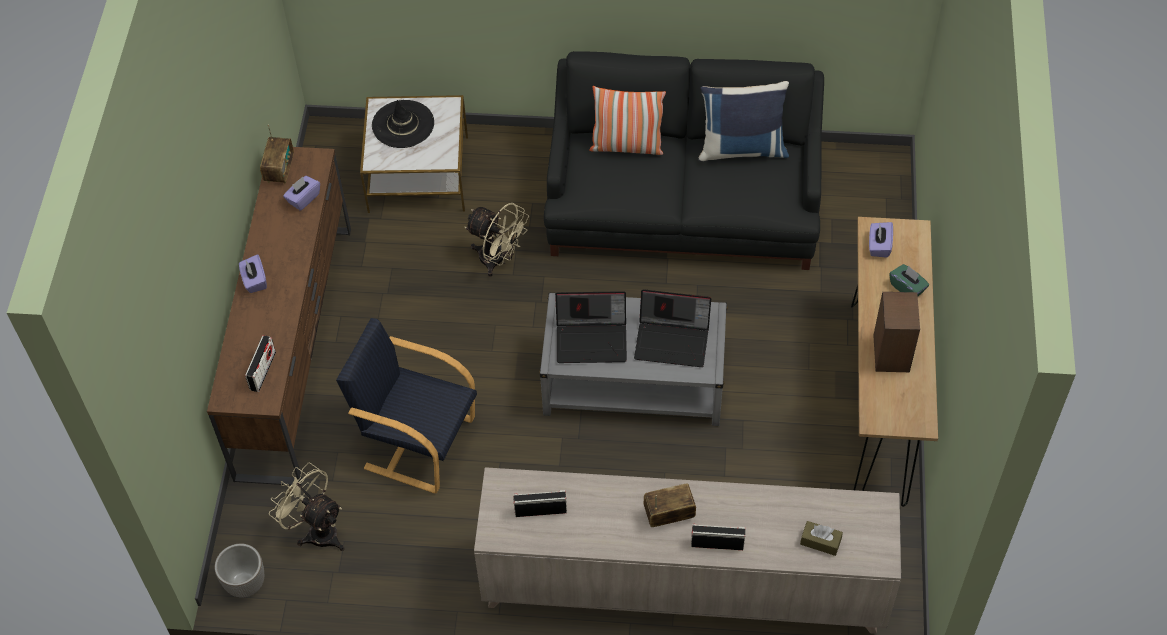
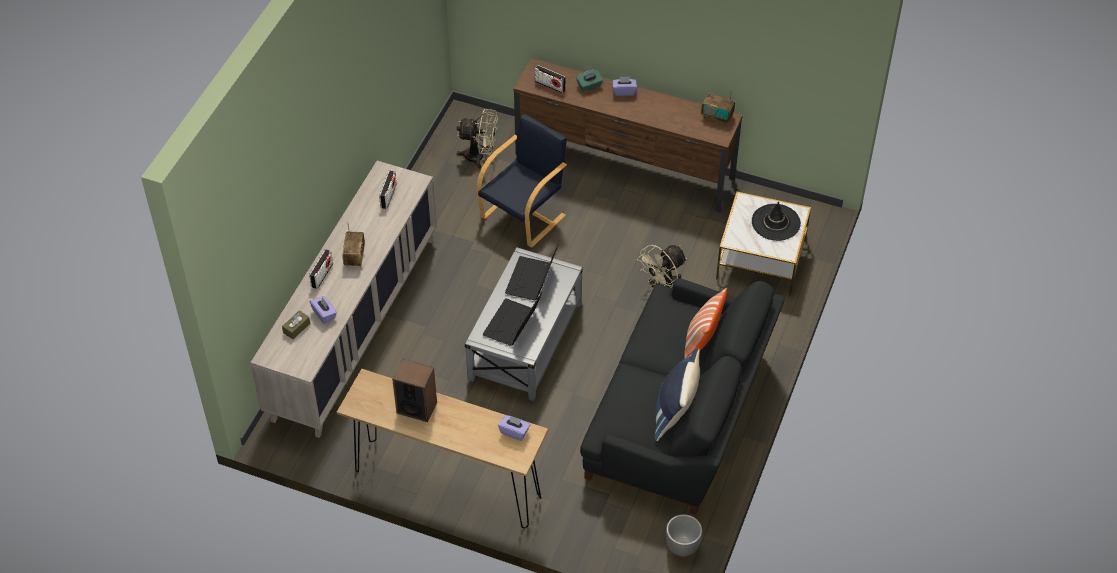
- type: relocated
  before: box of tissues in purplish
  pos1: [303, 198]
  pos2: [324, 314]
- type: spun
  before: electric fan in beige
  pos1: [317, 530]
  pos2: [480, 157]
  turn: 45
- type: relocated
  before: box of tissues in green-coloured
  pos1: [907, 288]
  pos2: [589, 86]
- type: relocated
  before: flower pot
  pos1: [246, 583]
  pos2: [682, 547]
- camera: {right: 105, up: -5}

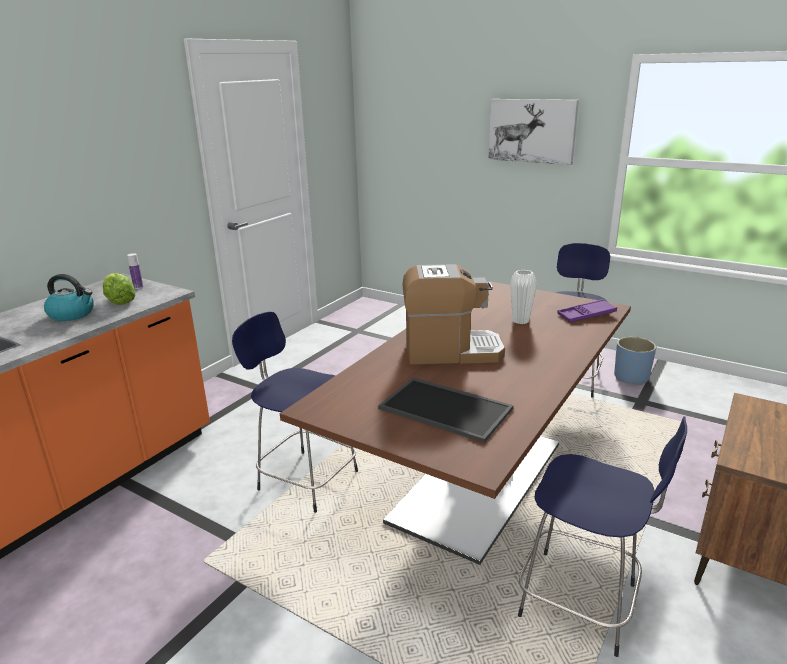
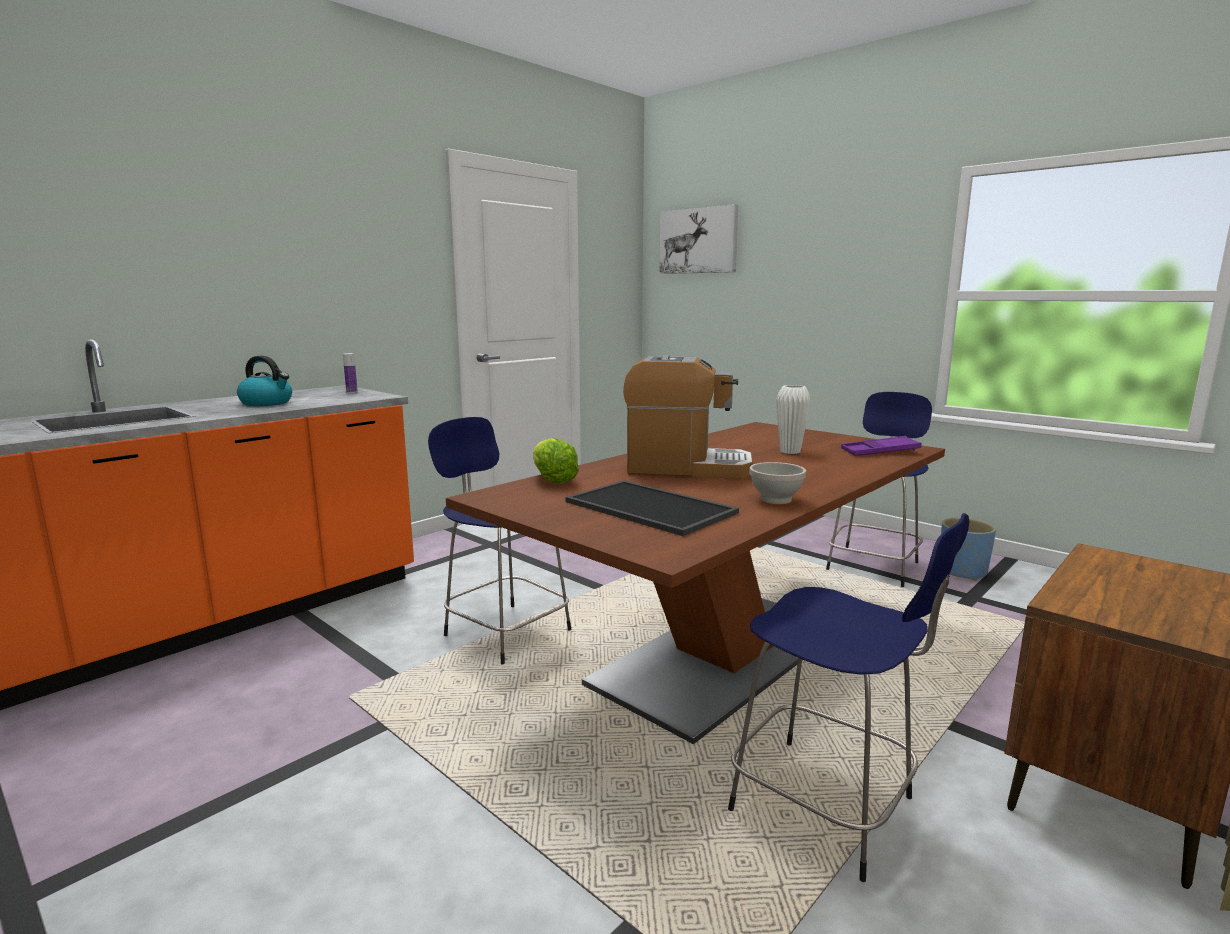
- type: relocated
  before: lettuce
  pos1: [119, 301]
  pos2: [553, 480]
- type: relocated
  before: wall picture
  pos1: [532, 130]
  pos2: [698, 241]
- type: appeared
  after: bowl in white
  pos2: [774, 499]
- camera: {right: 10, up: -10}

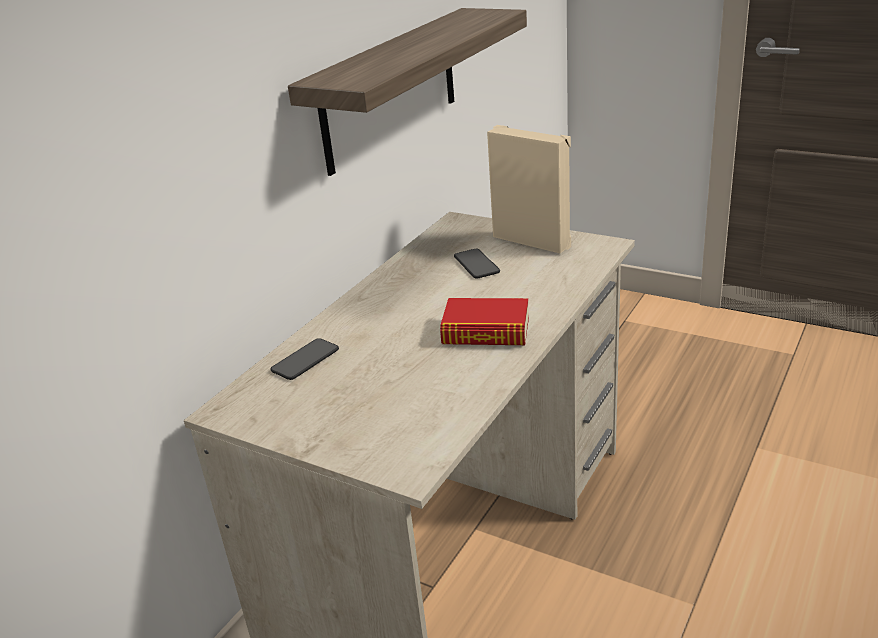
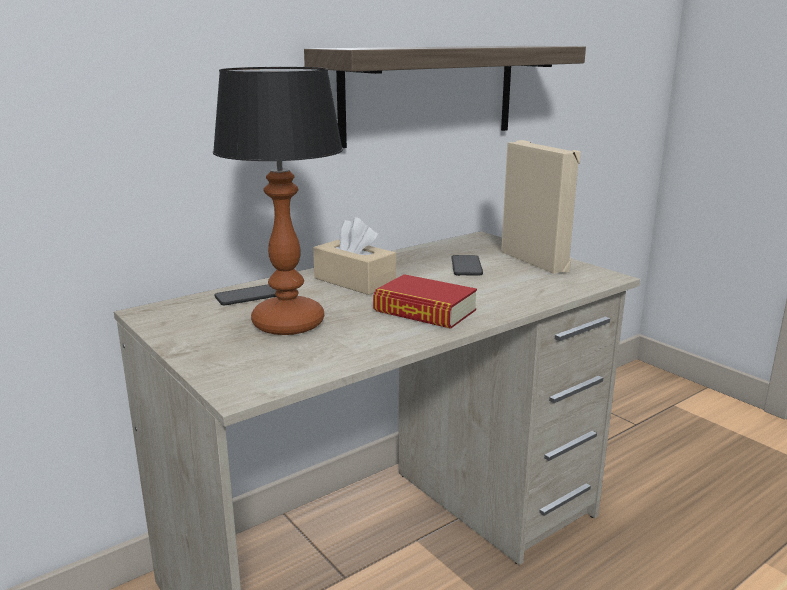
- type: appeared
  after: lamp for a table
  pos2: [287, 324]
- type: appeared
  after: box of tissues in beige
  pos2: [354, 281]
- camera: {right: 20, up: -10}

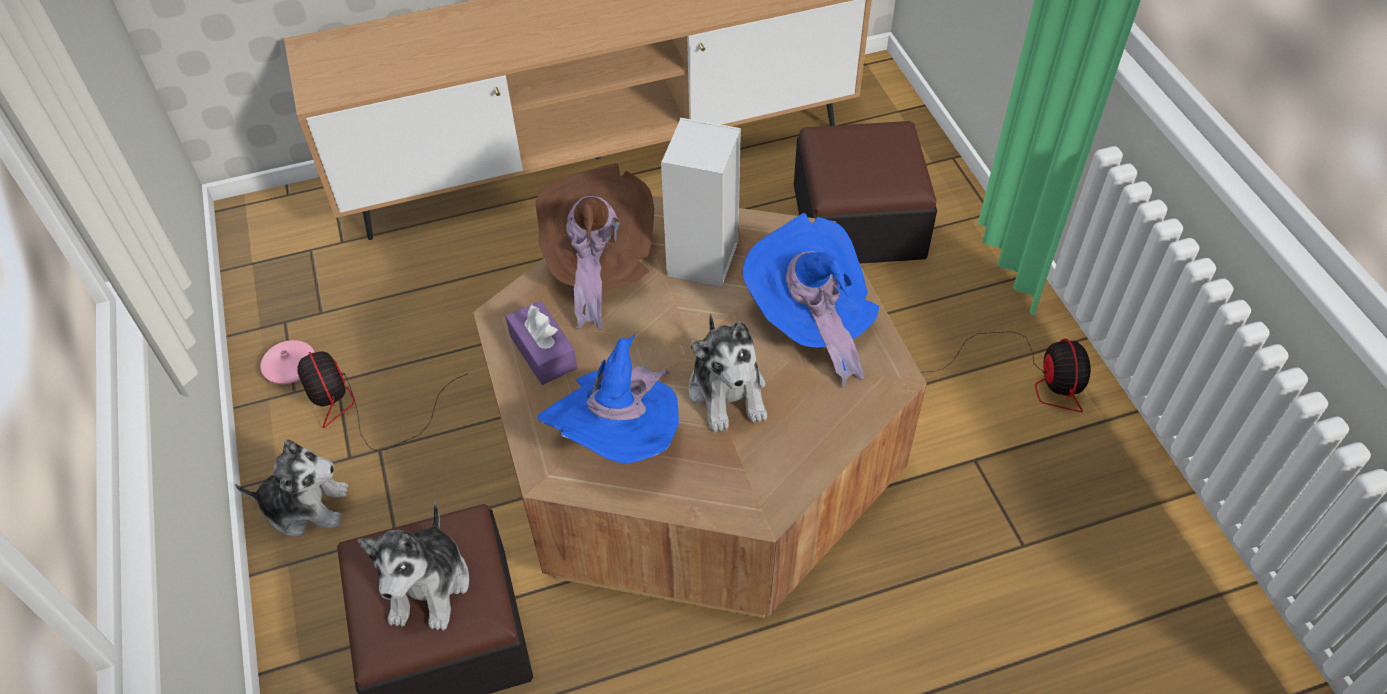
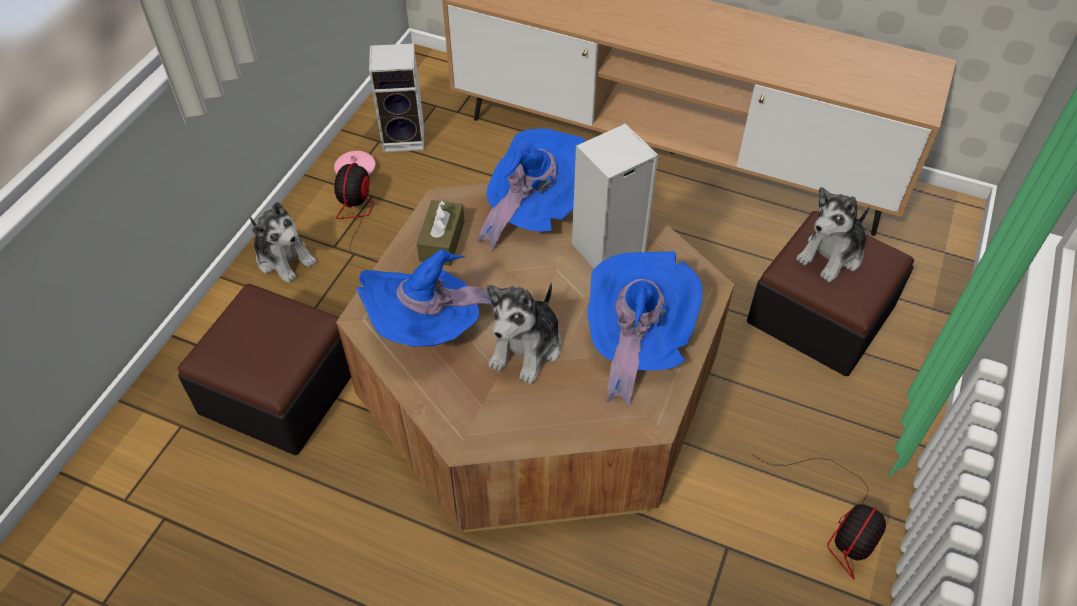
- type: appeared
  after: audio speaker
  pos2: [405, 137]
- type: colour
  before: box of tissues in purplish
  after: box of tissues in brown-coloured
  pos1: [543, 352]
  pos2: [442, 241]
- type: colour
  before: clothing hat in brown-coloured
  after: clothing hat in bluish
  pos1: [597, 266]
  pos2: [534, 209]
- type: relocated
  before: soft toy
  pos1: [429, 586]
  pos2: [832, 255]
- camera: {right: 40, up: 0}

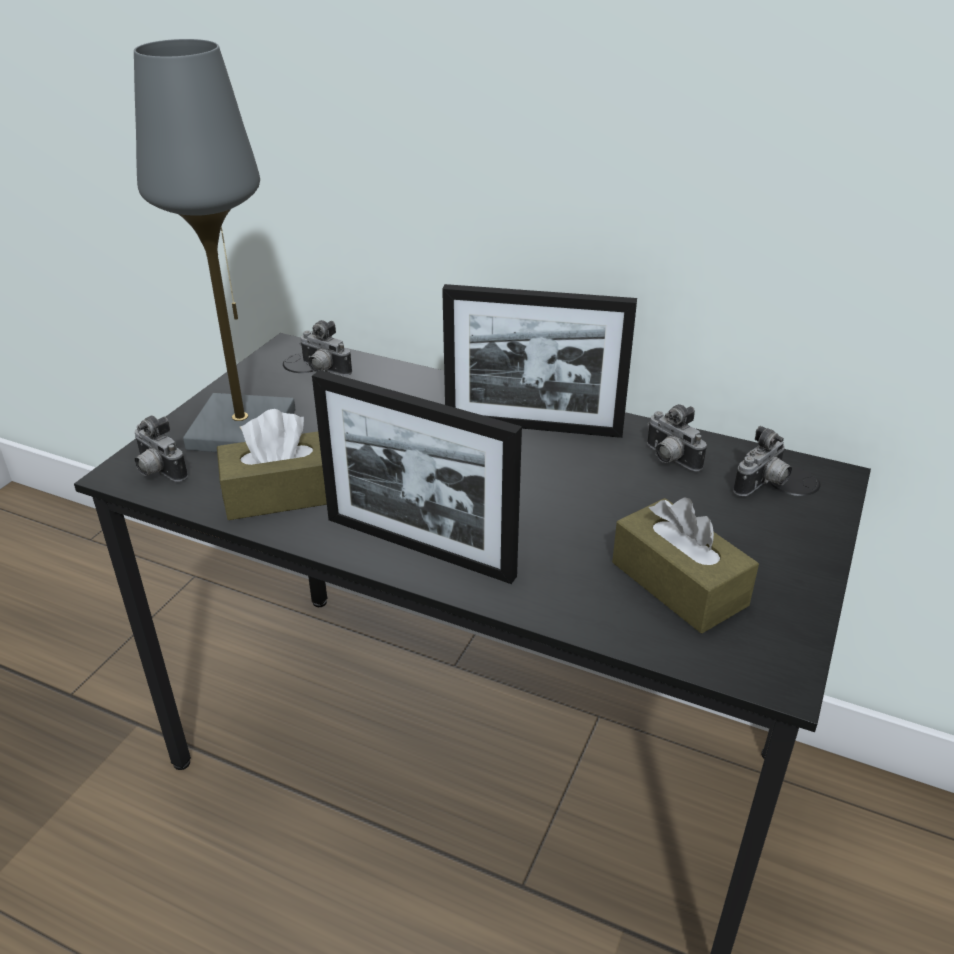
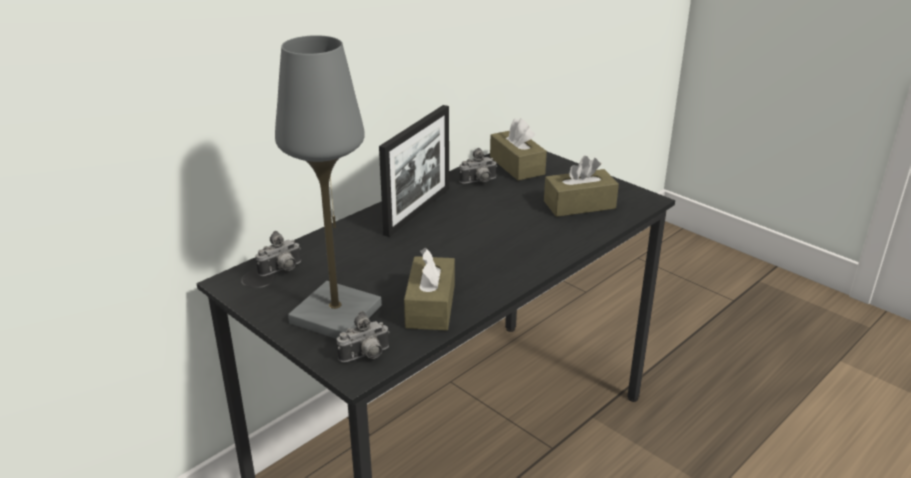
- type: exchanged
  before: photo camera
  after: box of tissues in brown-coloured
  pos1: [762, 485]
  pos2: [517, 166]
- type: missing
  before: picture frame
  pos1: [419, 547]
- camera: {right: -70, up: -5}

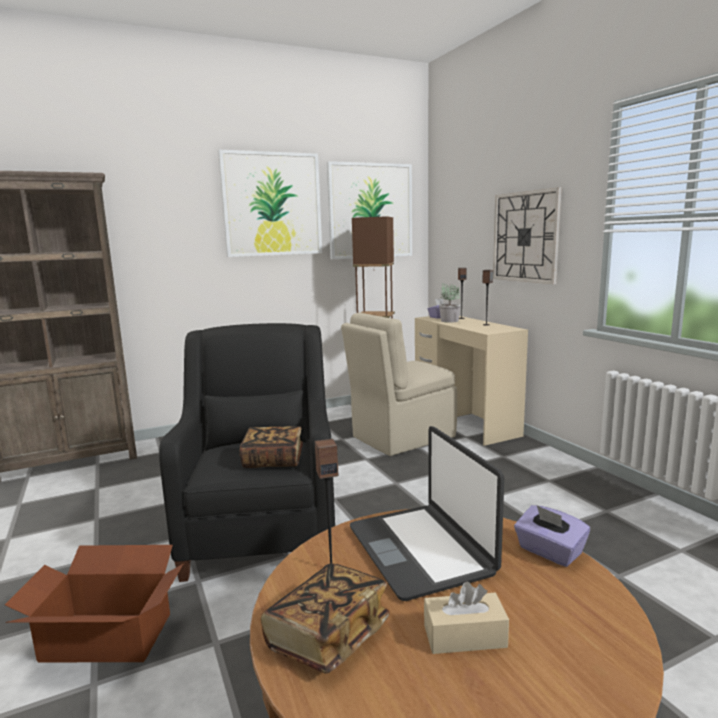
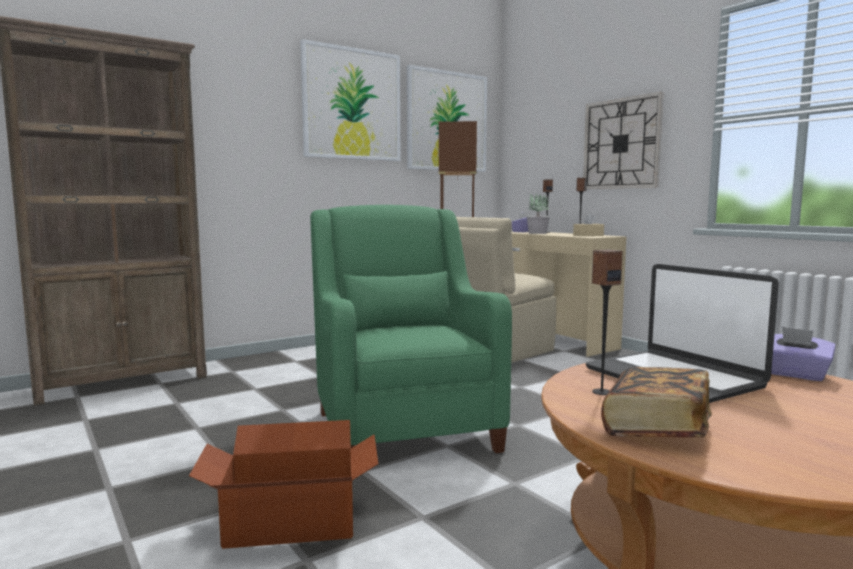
- type: colour
  before: easy chair in black-coloured
  after: easy chair in green-coloured
  pos1: [263, 528]
  pos2: [402, 426]
- type: relocated
  before: box of tissues in beige
  pos1: [464, 636]
  pos2: [588, 235]
- type: missing
  before: book
  pos1: [273, 460]
- camera: {right: -10, up: -5}

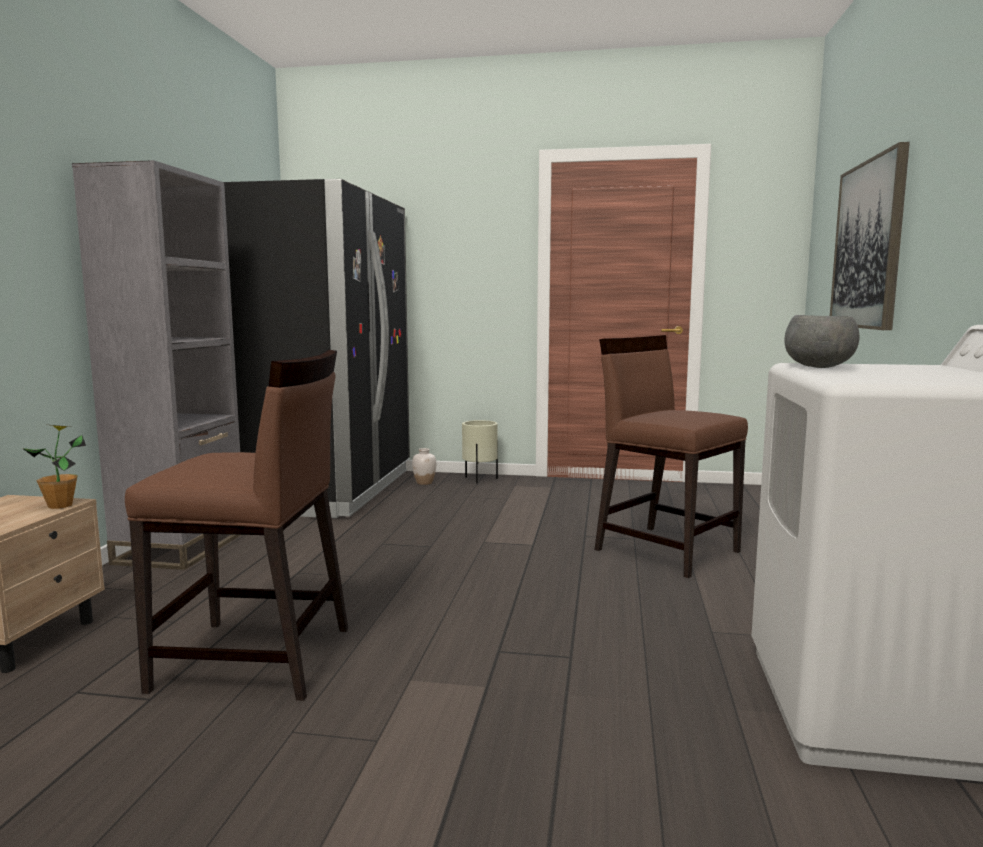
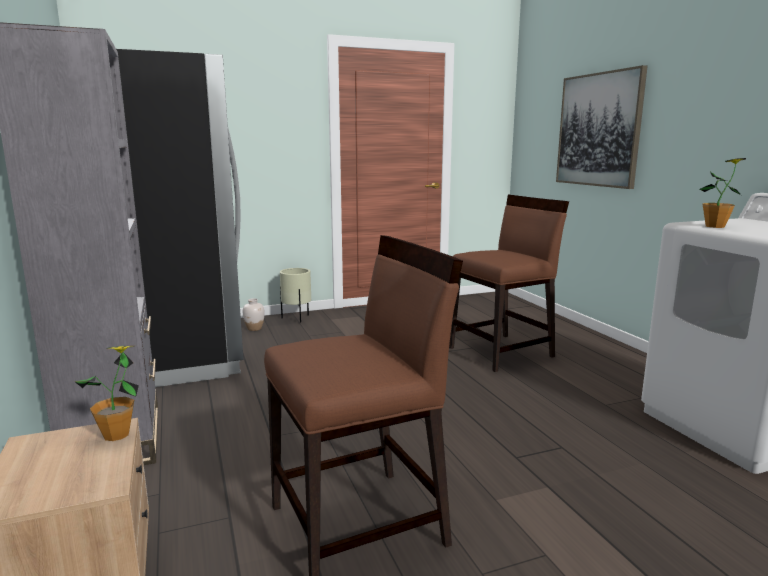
- type: spun
  before: upright chair in brown-coloured
  pos1: [666, 550]
  pos2: [502, 352]
  turn: 135
- type: exchanged
  before: bowl in grey
  after: potted plant
  pos1: [818, 367]
  pos2: [715, 226]
- camera: {right: -30, up: 5}

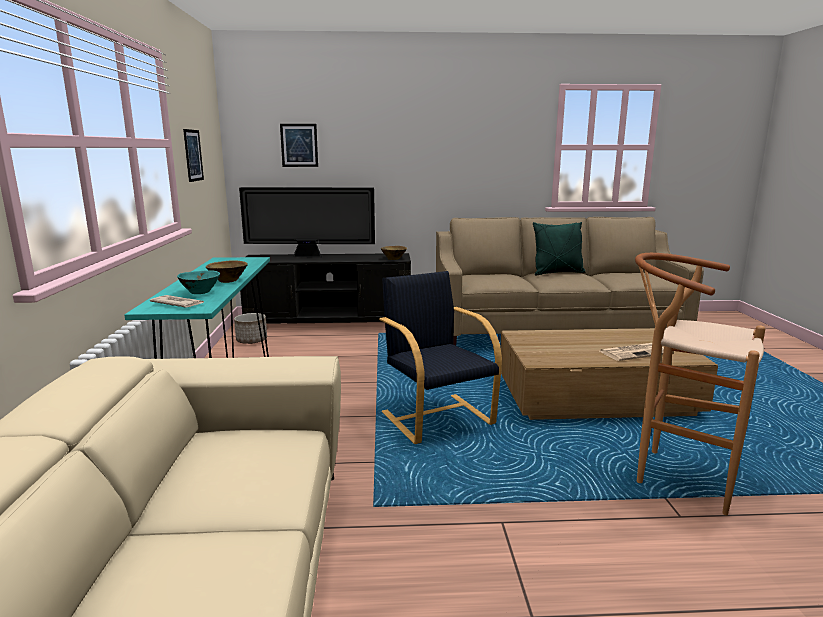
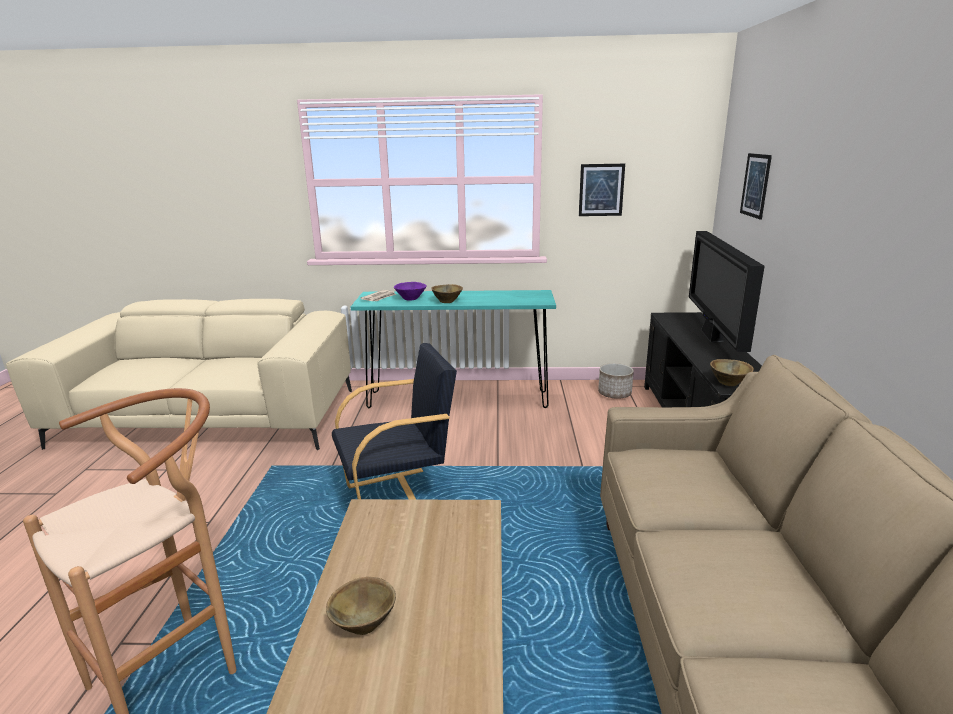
- type: exchanged
  before: newspaper
  after: bowl in brown-coloured
  pos1: [634, 352]
  pos2: [364, 622]
- type: colour
  before: bowl in blue-green
  after: bowl in purplish
  pos1: [200, 292]
  pos2: [410, 299]
- type: missing
  before: throw pillow in green-coloured
  pos1: [557, 273]
- camera: {right: 95, up: 5}

